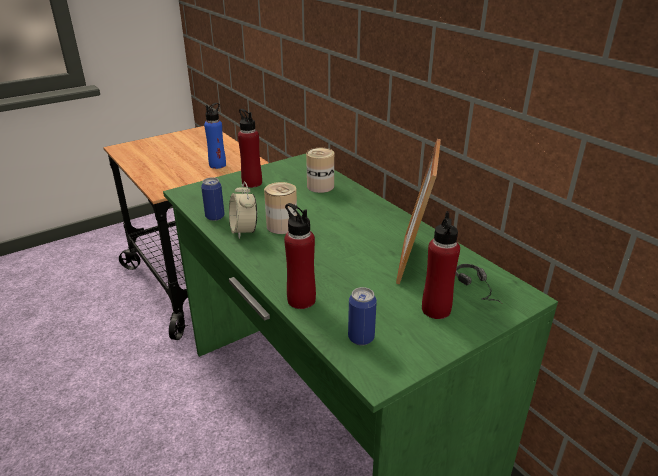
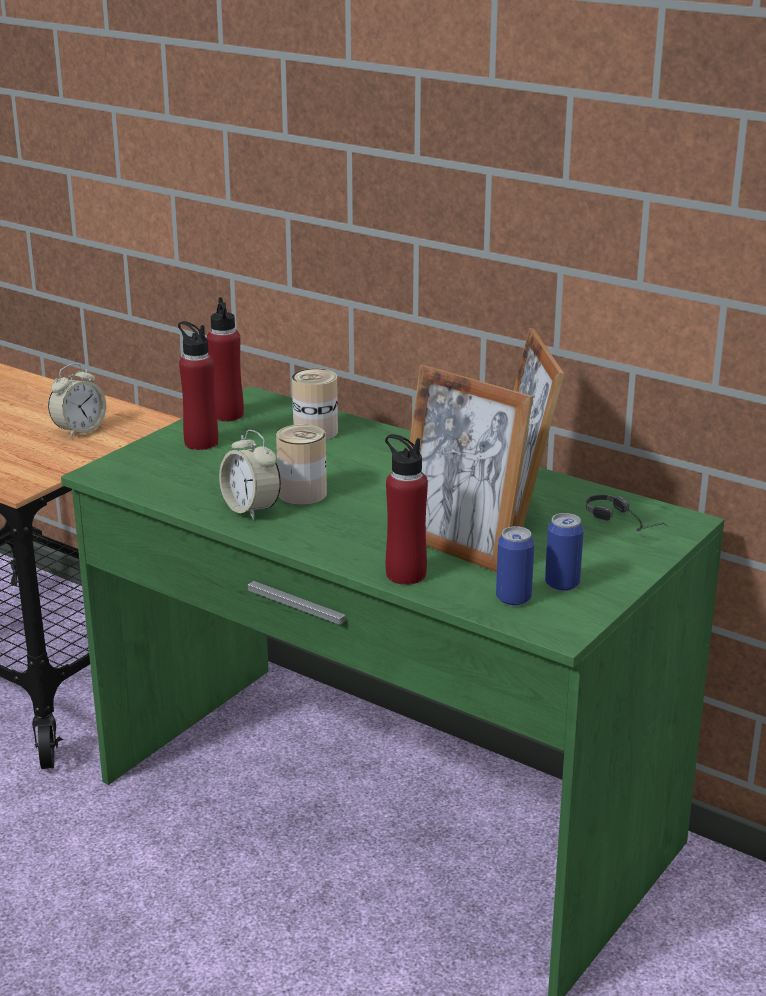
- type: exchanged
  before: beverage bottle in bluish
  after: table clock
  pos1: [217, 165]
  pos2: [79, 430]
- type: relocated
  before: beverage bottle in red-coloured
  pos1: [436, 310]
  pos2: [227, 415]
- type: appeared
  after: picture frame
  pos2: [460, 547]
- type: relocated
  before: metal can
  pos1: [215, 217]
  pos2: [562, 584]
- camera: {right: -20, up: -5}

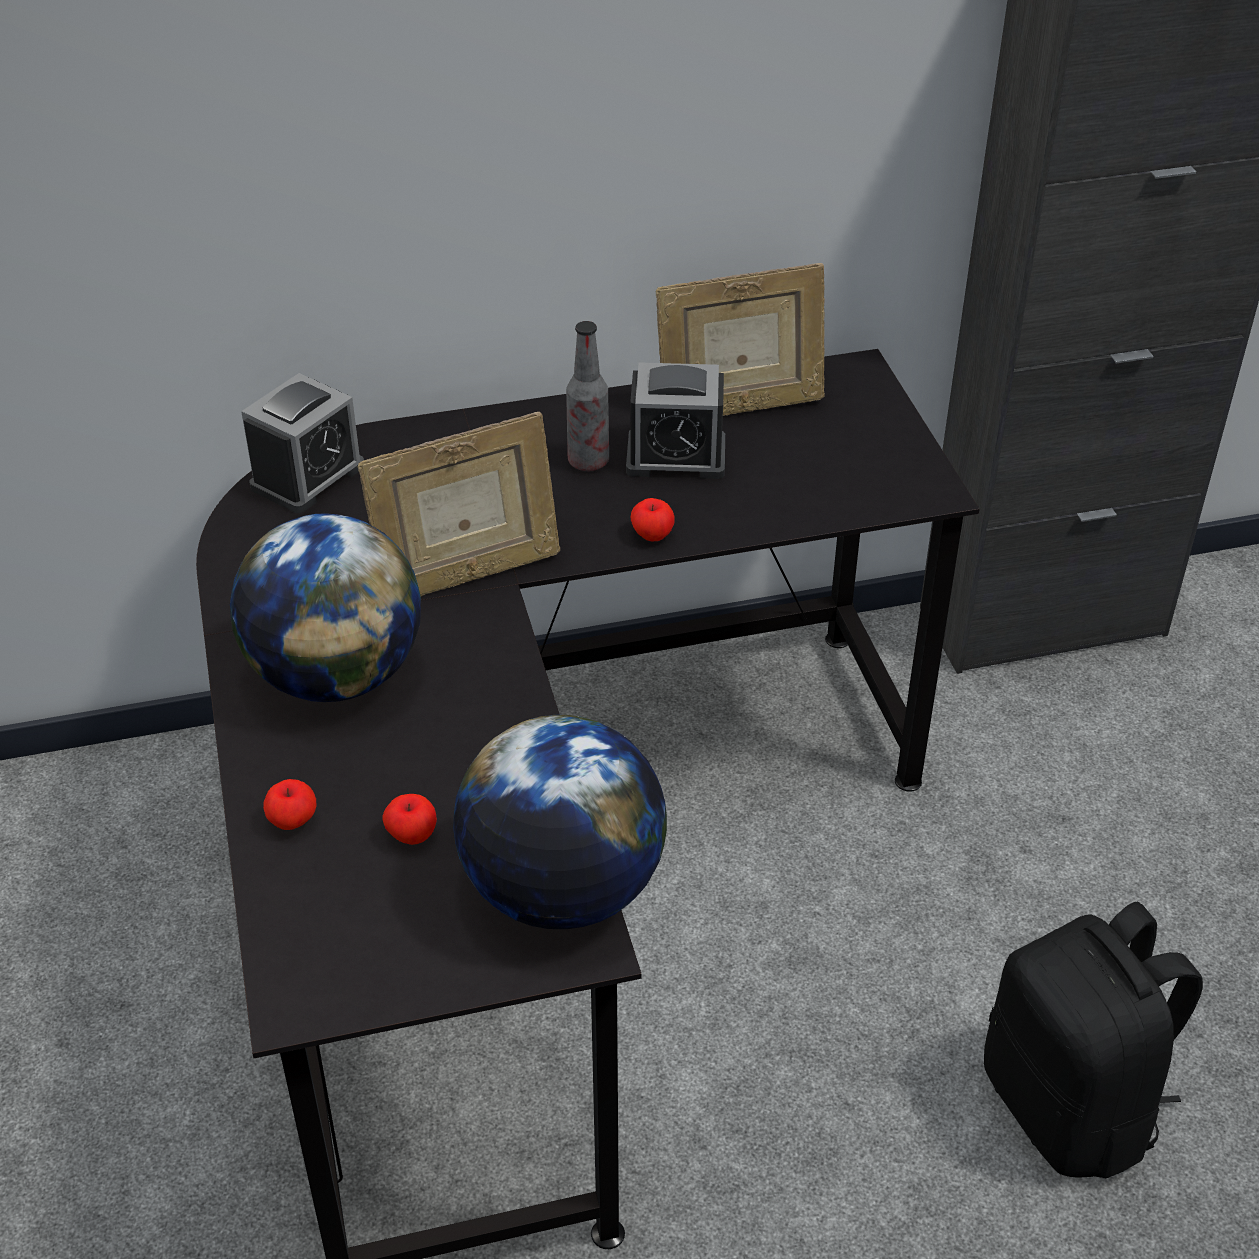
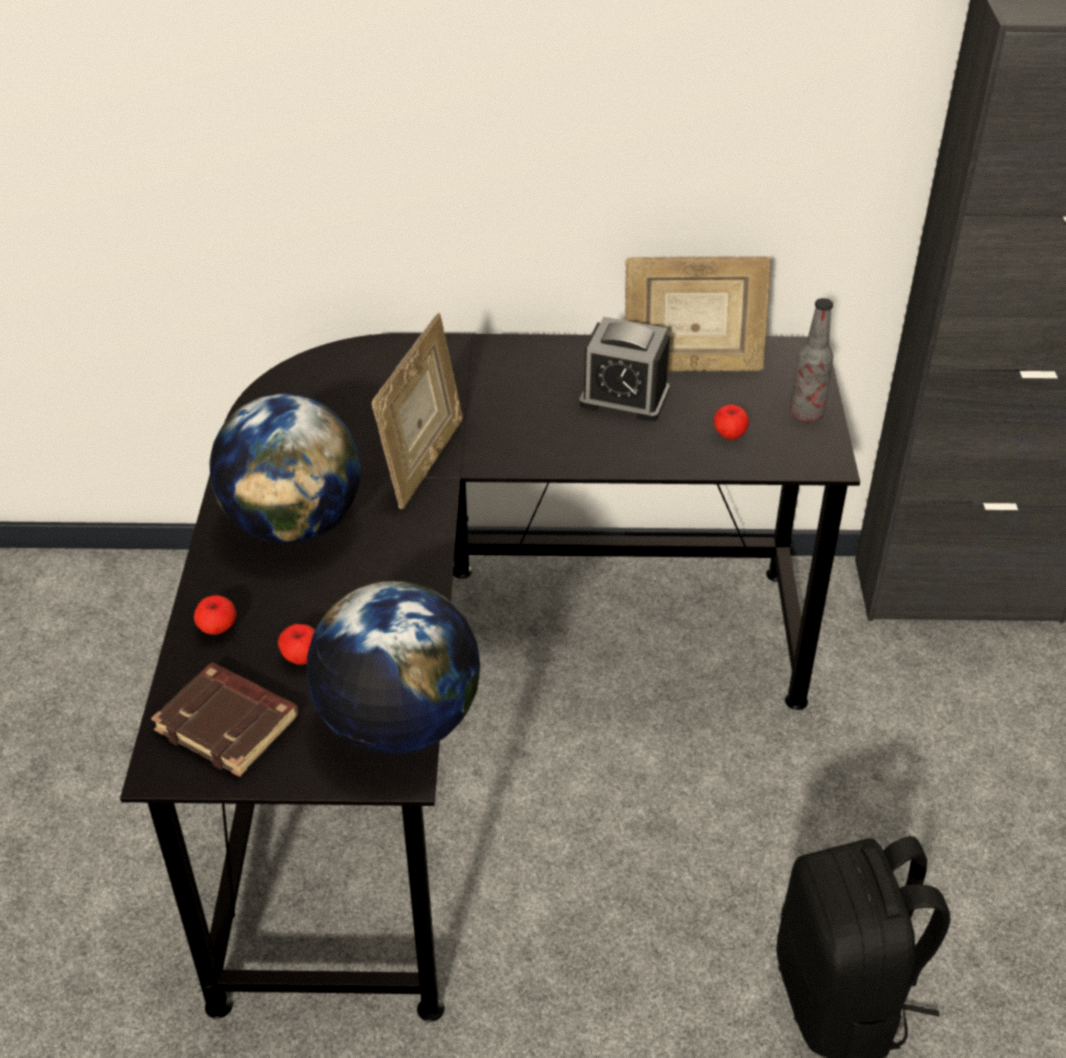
- type: appeared
  after: book in brown-coloured
  pos2: [230, 724]
- type: spun
  before: picture frame
  pos1: [468, 575]
  pos2: [424, 464]
  turn: -60
- type: relocated
  before: apple
  pos1: [652, 535]
  pos2: [729, 435]
- type: relocated
  before: beverage bottle
  pos1: [588, 461]
  pos2: [806, 414]
- type: missing
  before: table clock
  pos1: [308, 477]
- camera: {right: 15, up: 0}

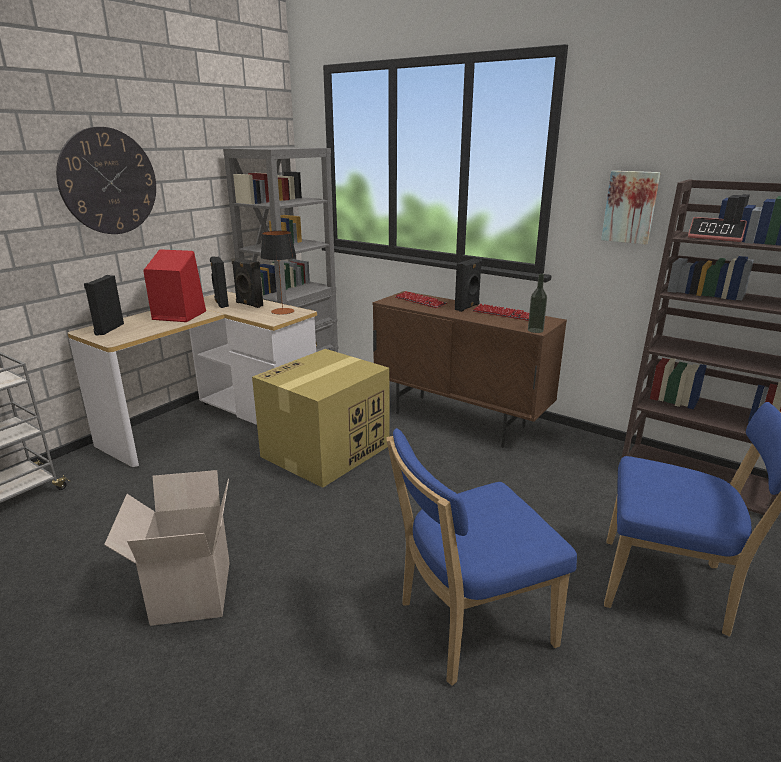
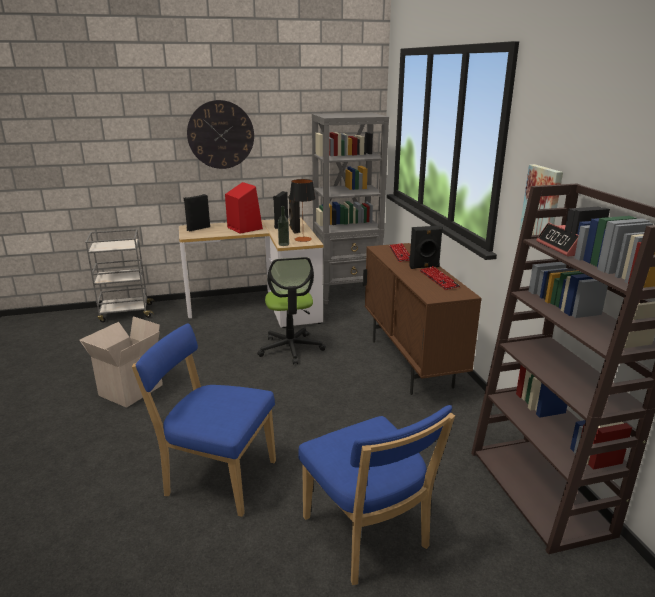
- type: exchanged
  before: cardboard box
  after: desk chair
  pos1: [325, 452]
  pos2: [291, 348]
- type: relocated
  before: beverage bottle
  pos1: [535, 330]
  pos2: [283, 244]
- camera: {right: 40, up: 0}

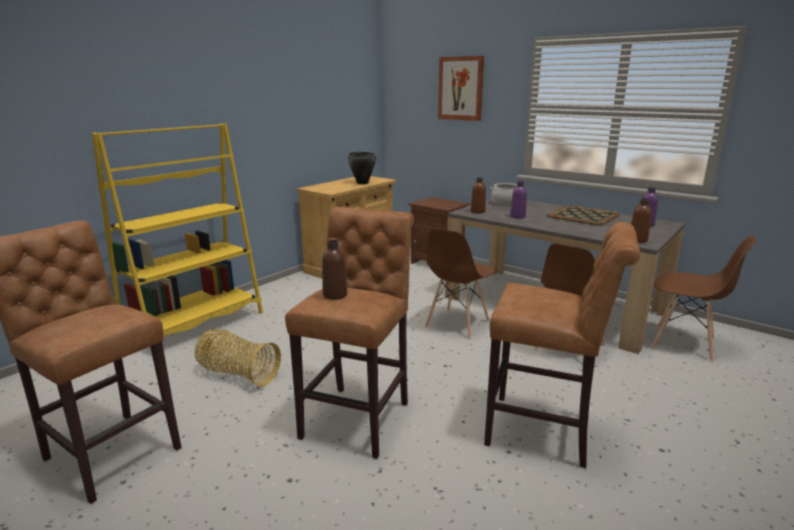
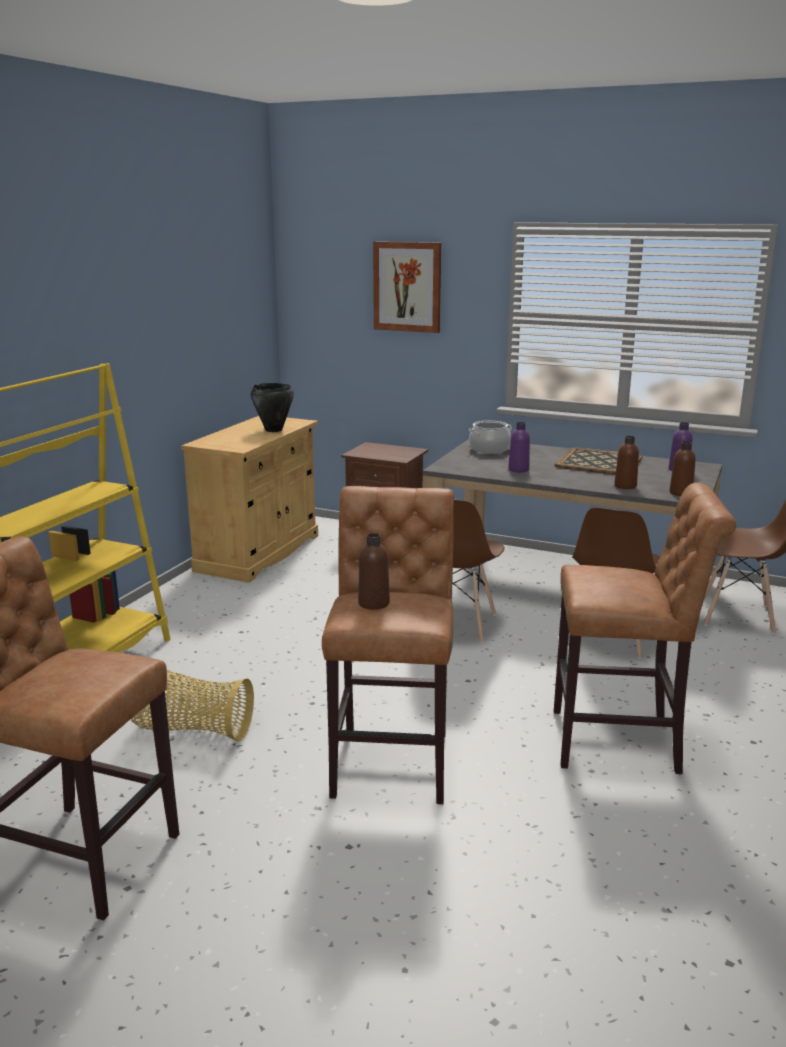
- type: relocated
  before: beverage bottle in brown-coloured
  pos1: [477, 211]
  pos2: [625, 486]
- camera: {right: -15, up: 0}

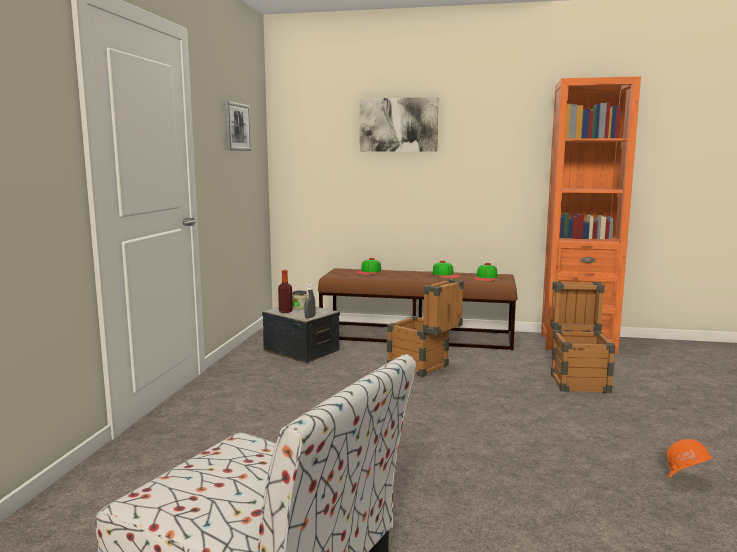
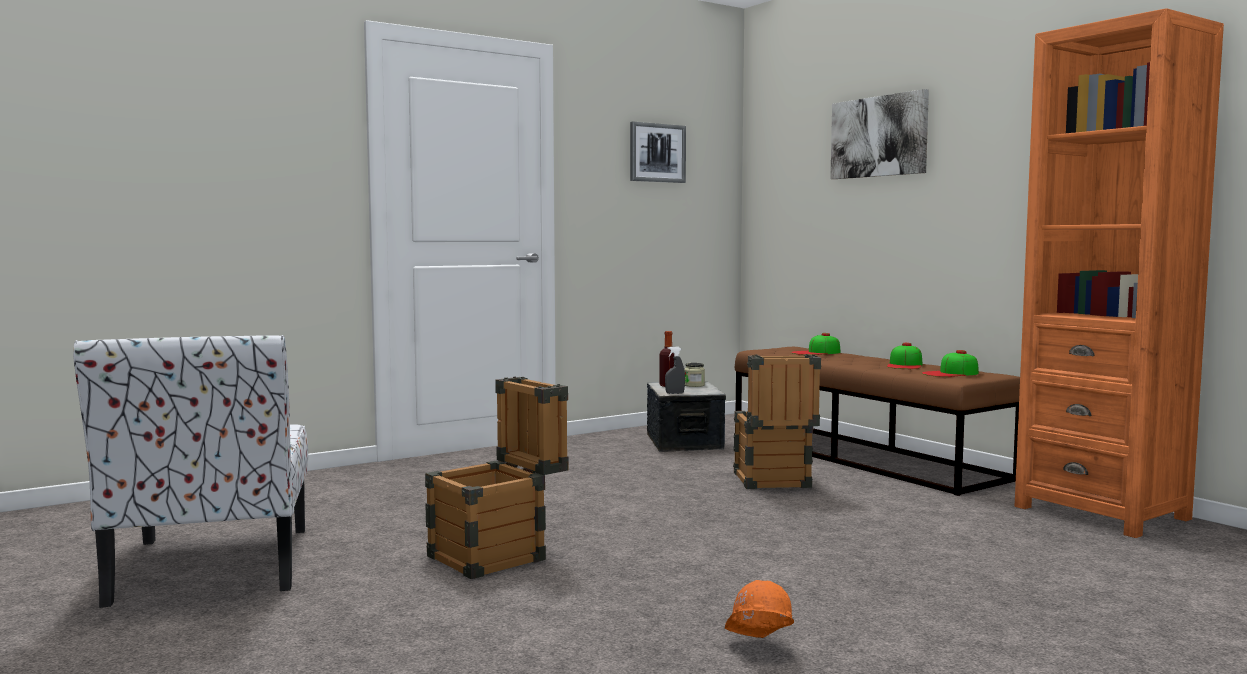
- type: relocated
  before: packing crate
  pos1: [578, 380]
  pos2: [499, 555]
- camera: {right: 45, up: -5}

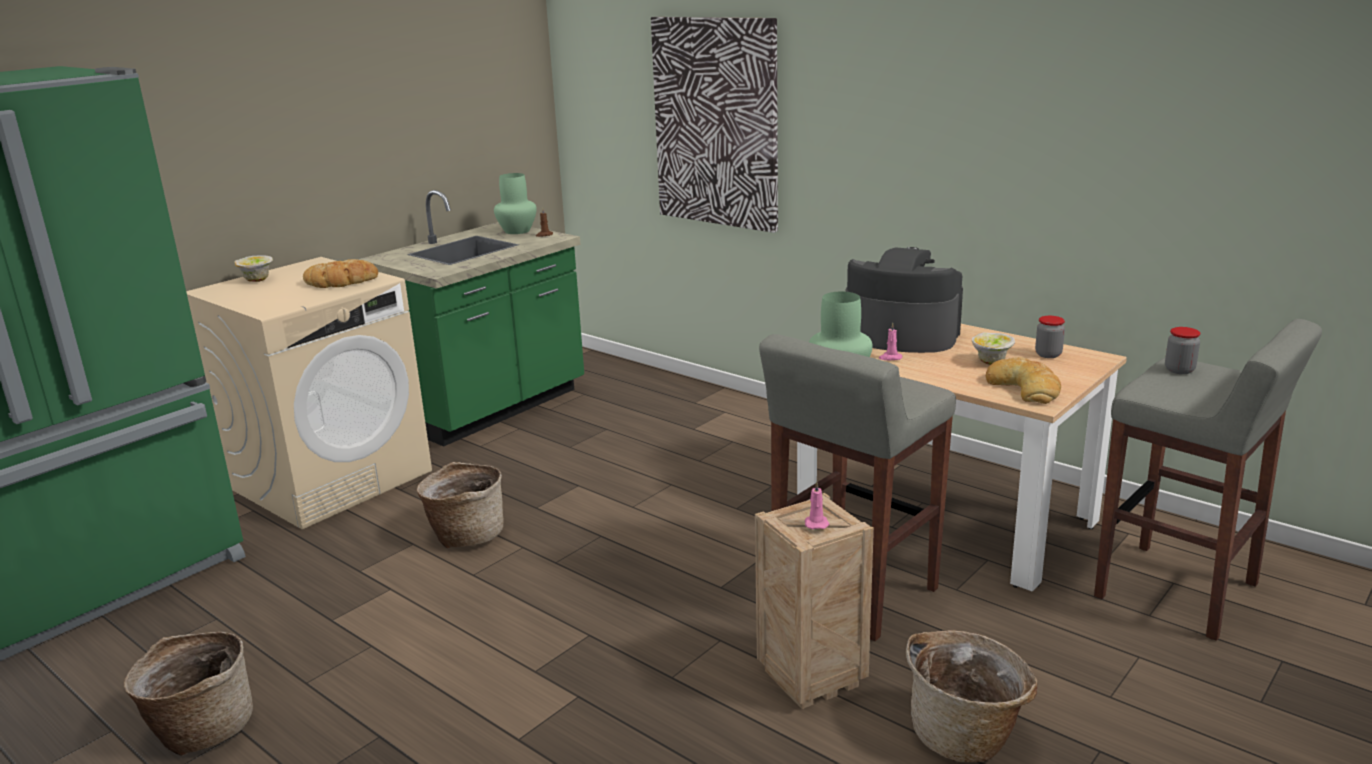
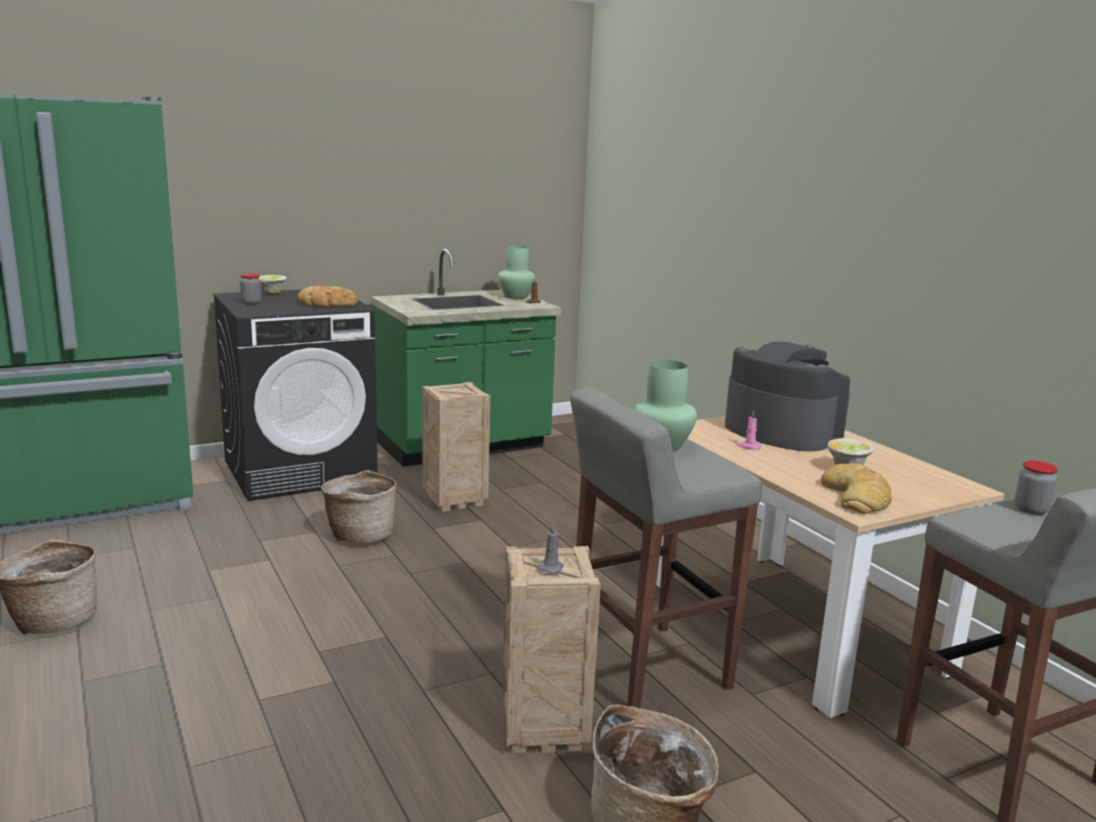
- type: colour
  before: laundry appliance in beige
  after: laundry appliance in black-coloured
  pos1: [331, 479]
  pos2: [300, 471]
- type: relocated
  before: jar
  pos1: [1048, 354]
  pos2: [251, 303]
- type: appeared
  after: packing crate
  pos2: [454, 501]
- type: colour
  before: wax candle in pink
  after: wax candle in grey
  pos1: [816, 523]
  pos2: [551, 567]
- type: missing
  before: wall picture
  pos1: [716, 123]
- camera: {right: 20, up: -5}

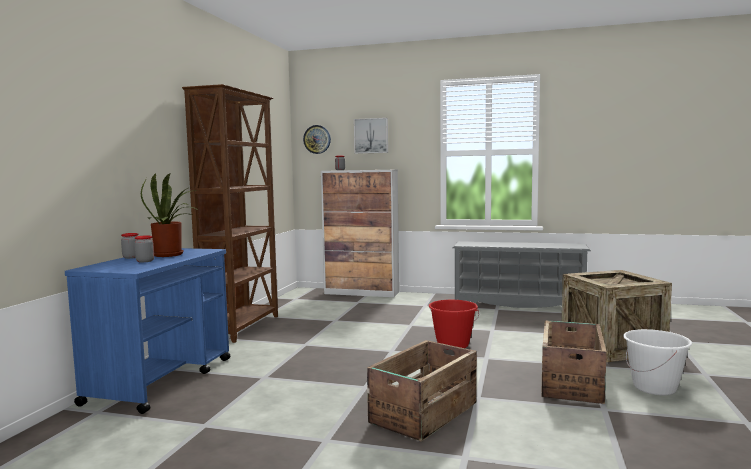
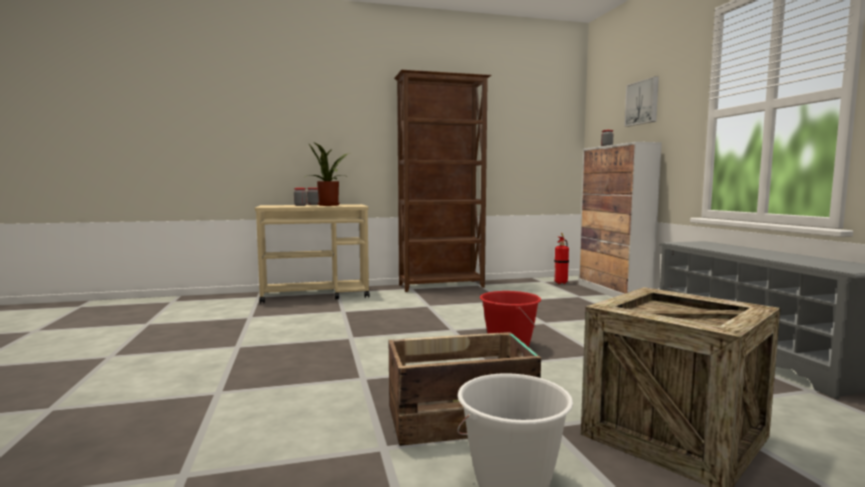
- type: colour
  before: wheeled cart in bluish
  after: wheeled cart in beige
  pos1: [162, 380]
  pos2: [316, 295]
- type: appeared
  after: fire-fighting cylinder
  pos2: [561, 283]
- type: missing
  before: hanging clock
  pos1: [317, 139]
- type: missing
  before: packing crate
  pos1: [422, 413]
- camera: {right: 60, up: 0}

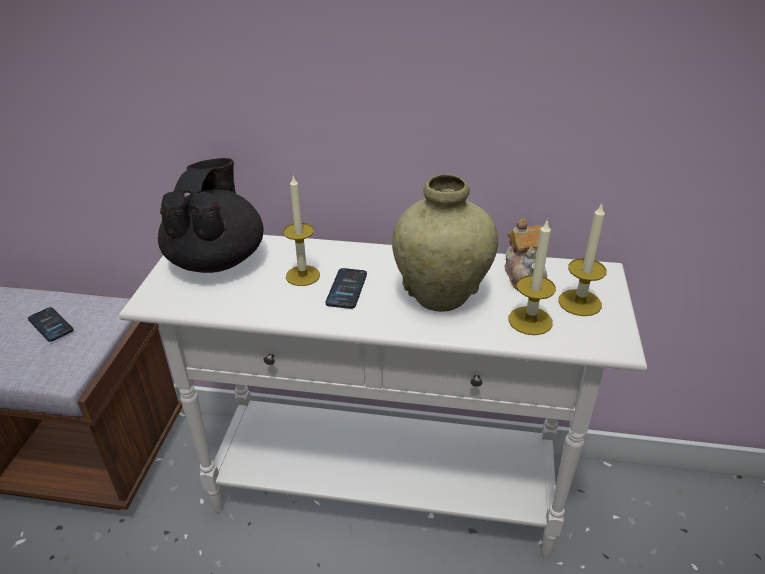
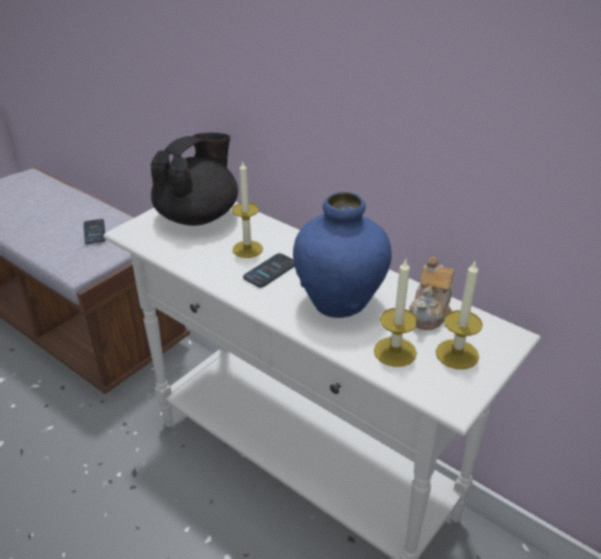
- type: colour
  before: decorative vase in beige
  after: decorative vase in bluish
  pos1: [441, 295]
  pos2: [340, 303]
- camera: {right: 30, up: 0}

